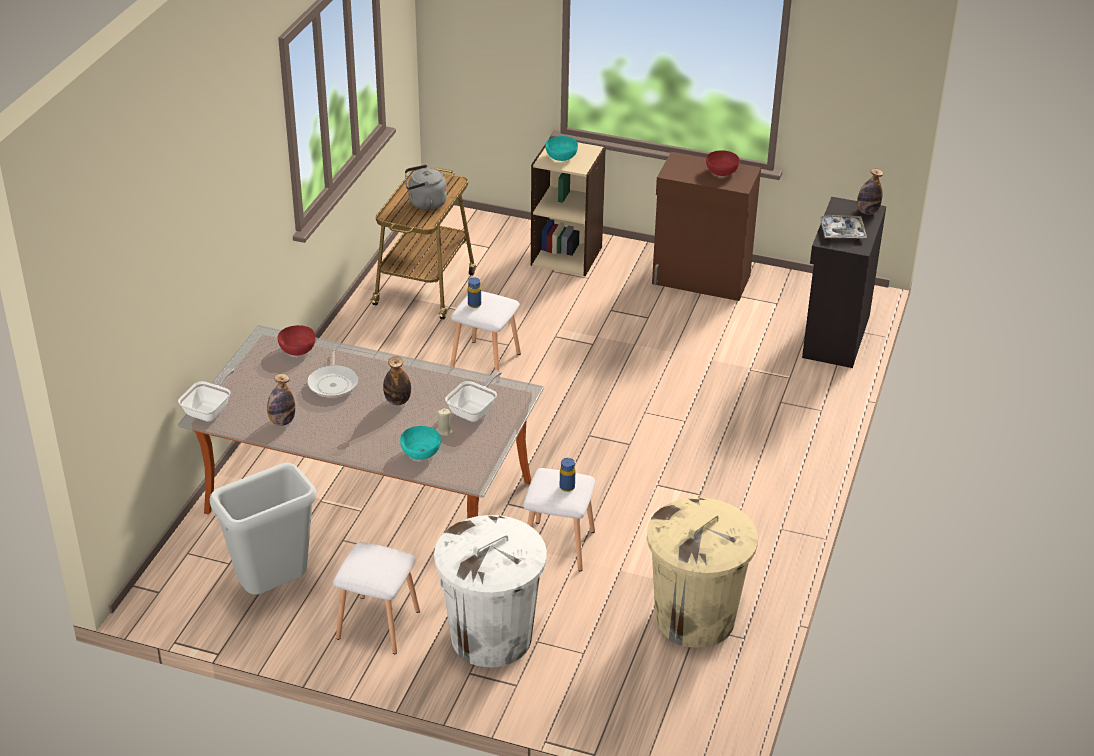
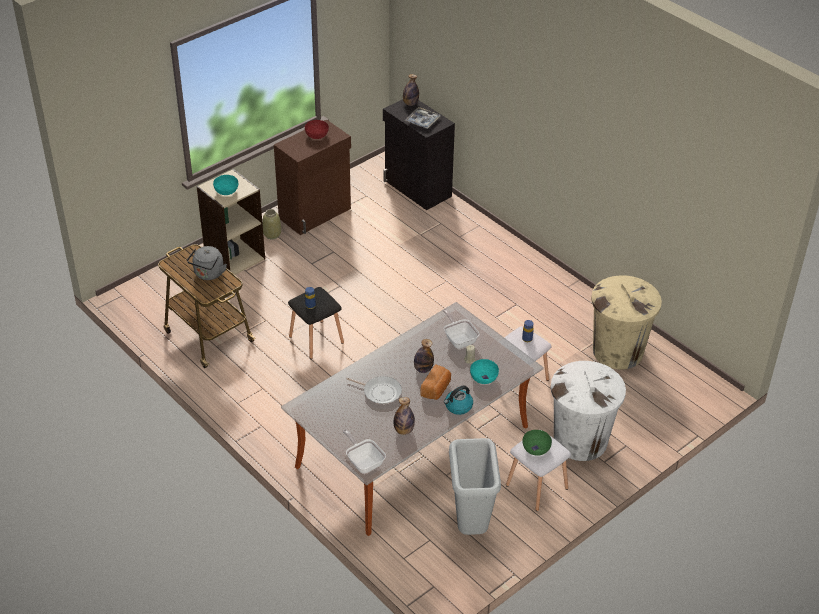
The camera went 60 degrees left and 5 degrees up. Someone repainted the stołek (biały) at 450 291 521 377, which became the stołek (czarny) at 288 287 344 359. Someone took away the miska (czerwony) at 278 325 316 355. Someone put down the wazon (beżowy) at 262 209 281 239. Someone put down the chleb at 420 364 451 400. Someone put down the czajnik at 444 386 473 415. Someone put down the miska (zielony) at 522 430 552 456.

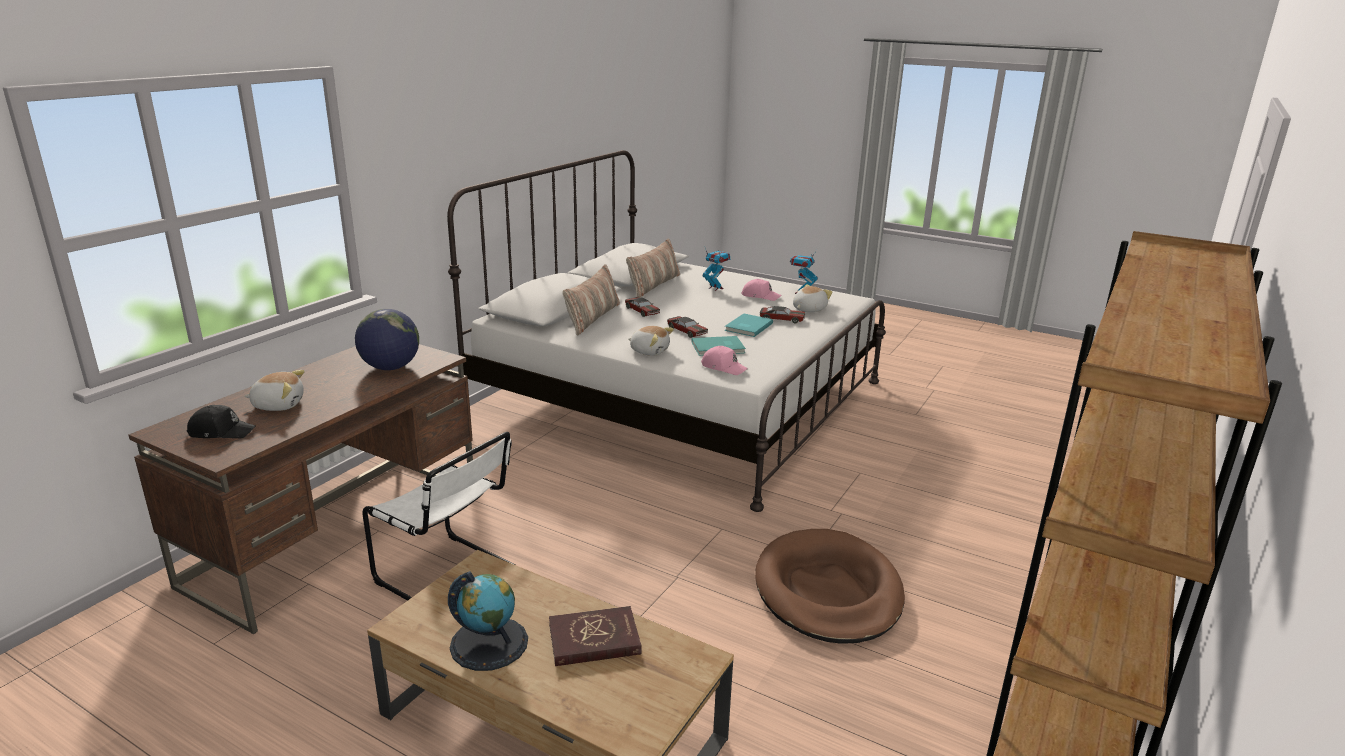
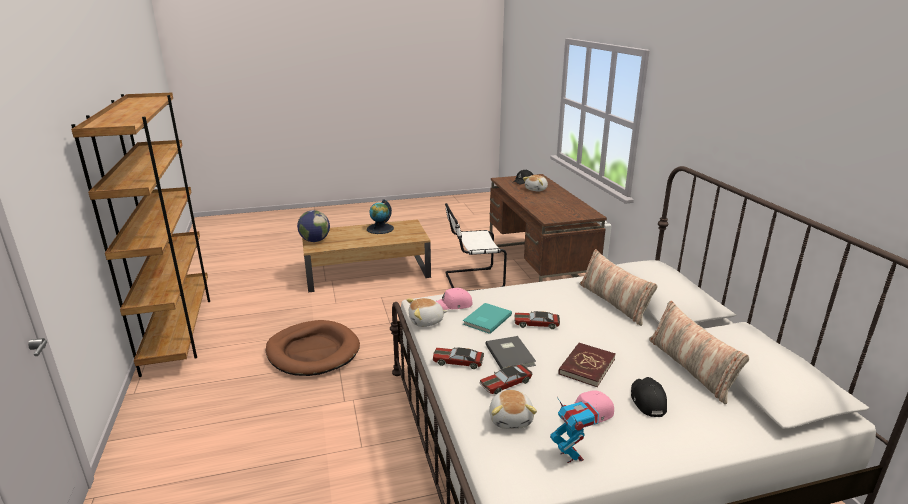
The camera went 135 degrees right and 0 degrees up. Someone swapped the robot zabawkowy at 703 248 730 291 for the czapka z daszkiem (czarny) at 631 377 667 417. Someone carried the samochodzik from 625 297 660 317 to 433 347 484 369. Someone carried the globus from 355 309 419 370 to 297 210 330 242. Someone repainted the książka (turkusowy) at 725 313 773 337, which became the książka (szary) at 485 336 536 369. Someone carried the pluszak from 629 326 674 356 to 406 298 447 327. Someone carried the książka (czerwony) from 549 606 642 666 to 558 343 616 387.

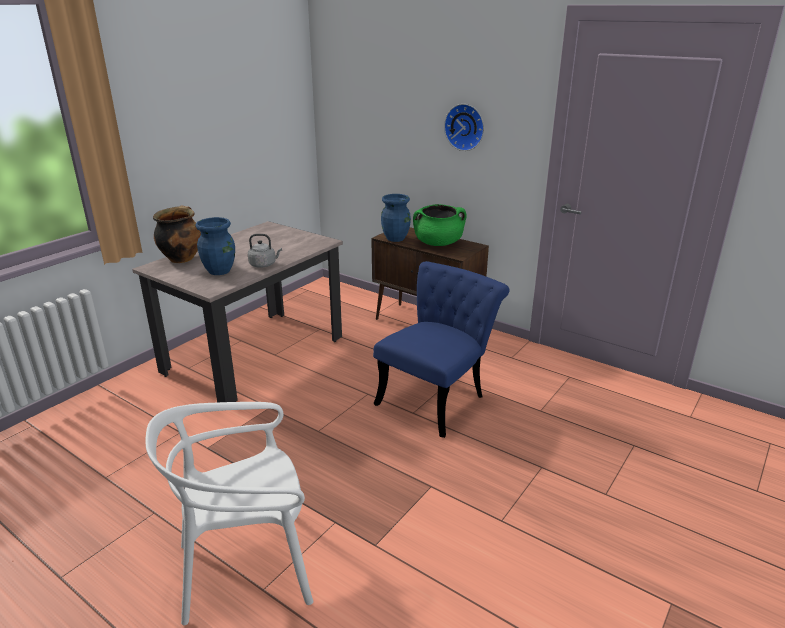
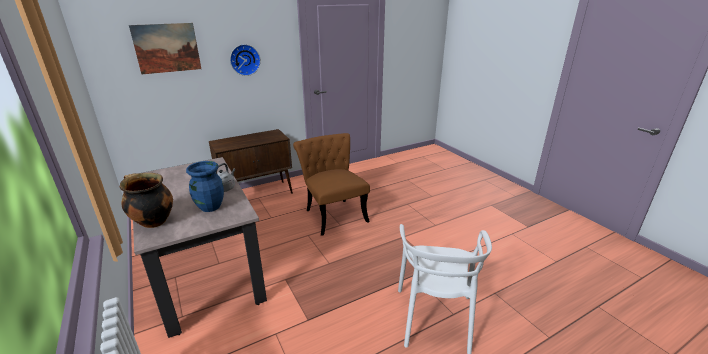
The camera went 65 degrees left and 0 degrees up. Someone took away the wazon (niebieski) at 381 194 411 242. Someone took away the garnek (zielony) at 413 204 466 246. Someone repainted the krzesło (niebieski) at 373 261 510 438, which became the krzesło (brązowy) at 293 133 370 236. Someone put up the obraz at 129 23 201 74.

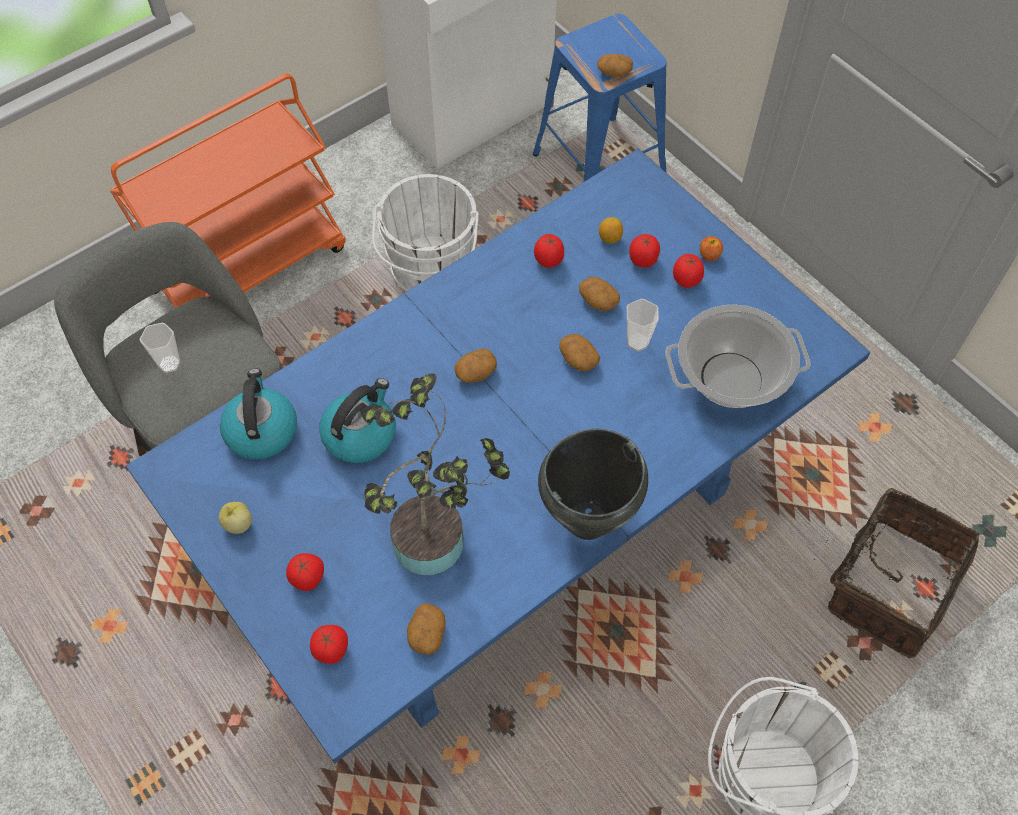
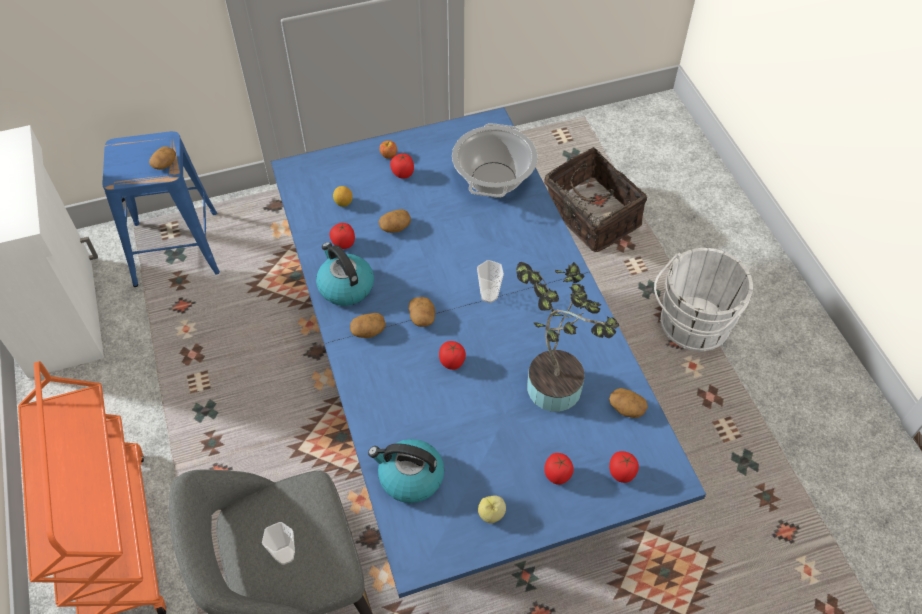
The camera went 70 degrees left and 5 degrees down. Someone took away the wiadro (biały) at 372 174 479 292. Someone carried the pomidor from 629 234 660 268 to 439 341 466 370. Someone carried the filiżanka from 627 299 659 351 to 477 260 504 303. Someone carried the ziemniak from 559 334 600 371 to 350 313 386 338. Someone carried the czajnik from 319 378 396 463 to 316 242 374 306. Someone took away the garnek (czarny) at 538 429 648 540.

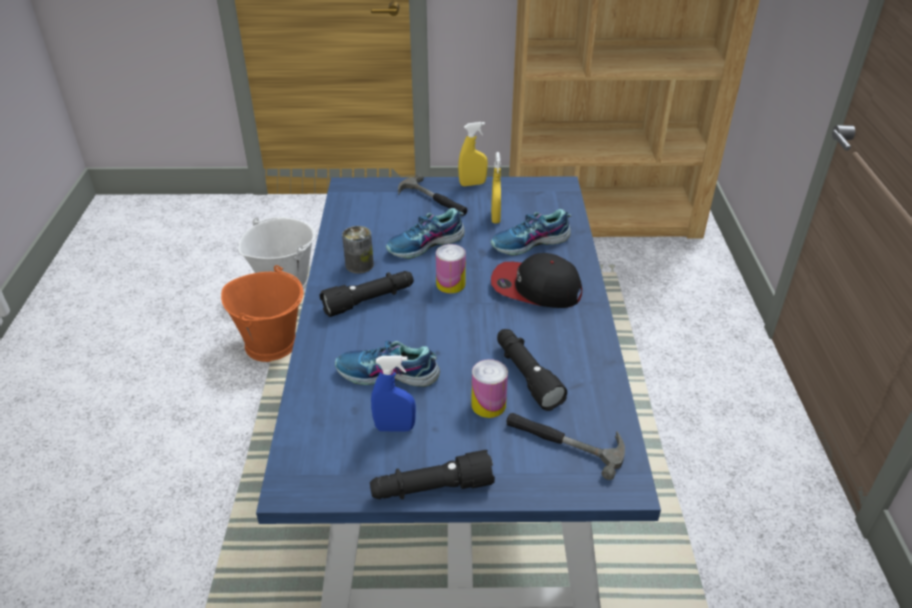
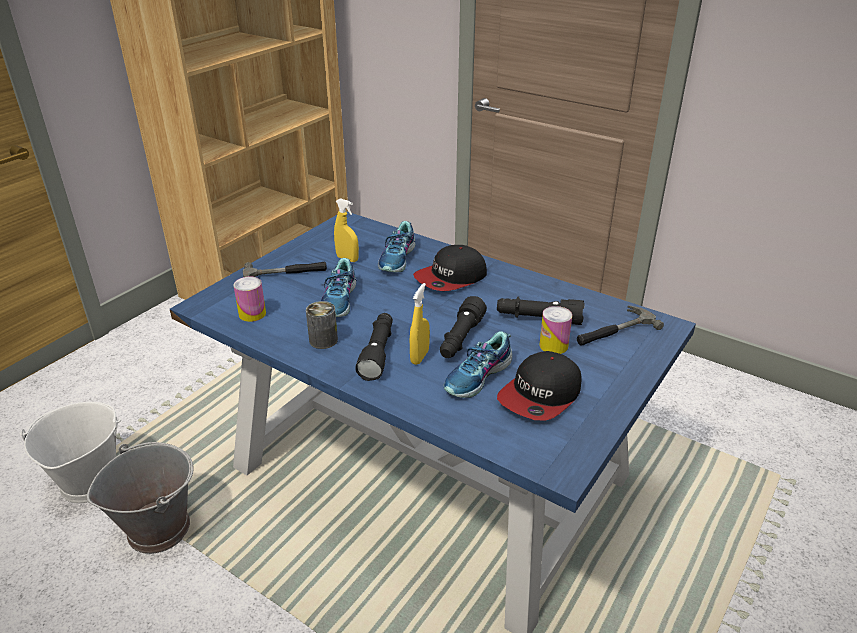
The camera went 55 degrees left and 5 degrees down. Someone carried the spryskiwacz (żółty) from 458 122 488 186 to 410 283 430 365. Someone carried the puszka from 436 244 466 293 to 233 277 266 322. Someone repainted the wiadro (pomarańczowy) at 221 265 303 362, which became the wiadro (szary) at 87 442 194 554. Someone swapped the spryskiwacz (niebieski) at 371 355 416 431 for the czapka z daszkiem at 497 351 581 421. Someone carried the latarka (czarny) from 370 450 495 500 to 440 296 487 358.

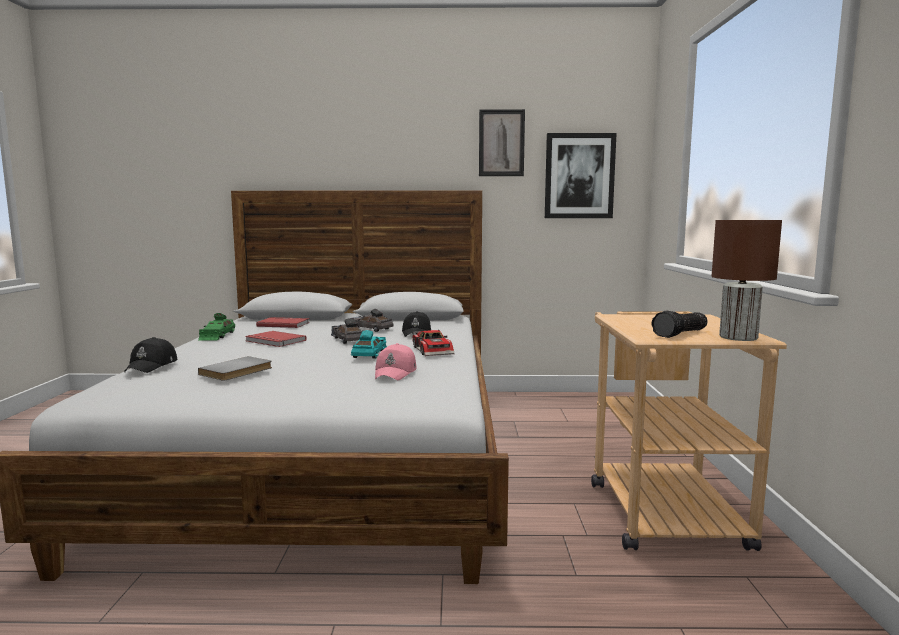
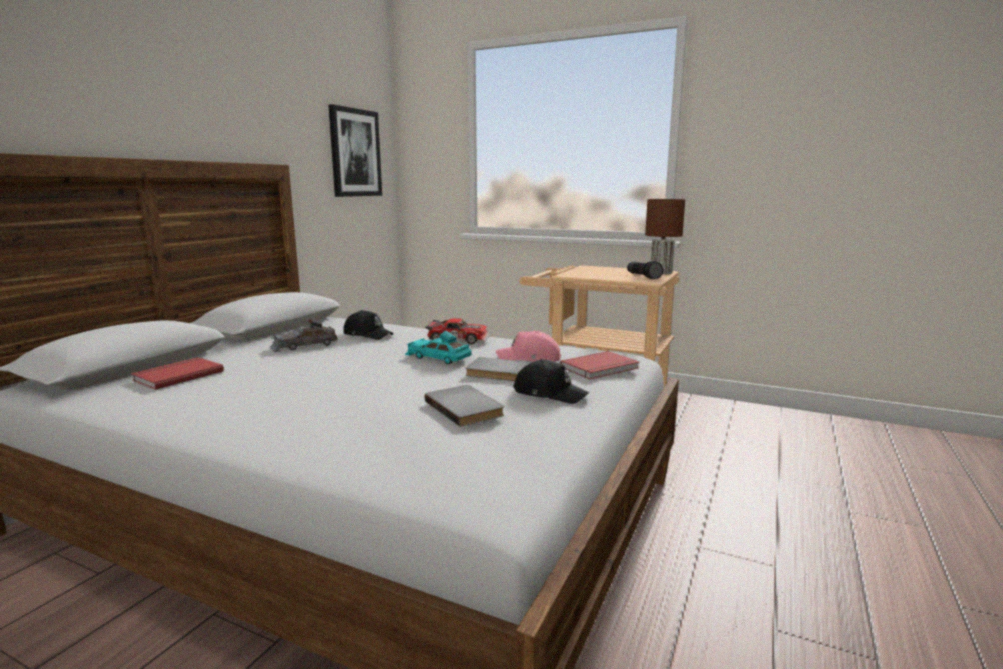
The camera went 65 degrees left and 5 degrees up. Someone took away the obraz at 479 109 525 176. Someone took away the samochodzik (zielony) at 198 313 235 340. Someone took away the samochodzik (szary) at 331 318 363 344. Someone carried the książka (czerwony) from 245 331 306 347 to 560 351 639 379. Someone carried the czapka z daszkiem (czarny) from 124 337 178 373 to 513 359 590 404. Someone rotated the czapka z daszkiem (różowy) at 375 343 417 380 by 150 degrees clockwise. Someone put down the książka (szary) at 466 357 532 381.

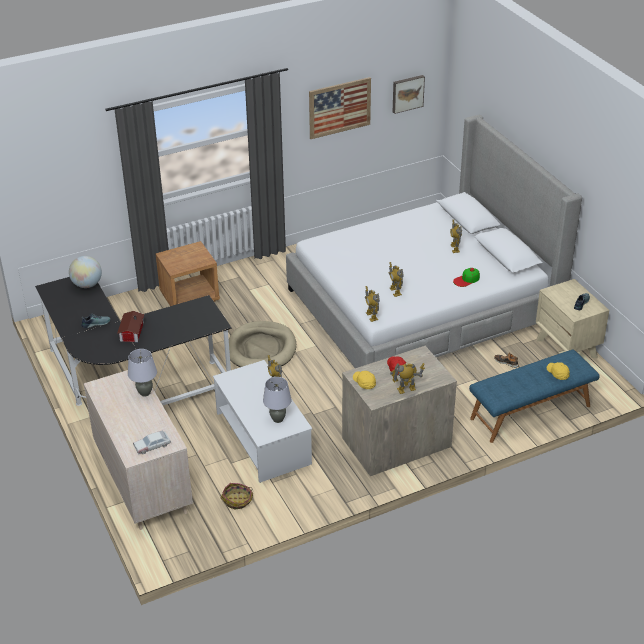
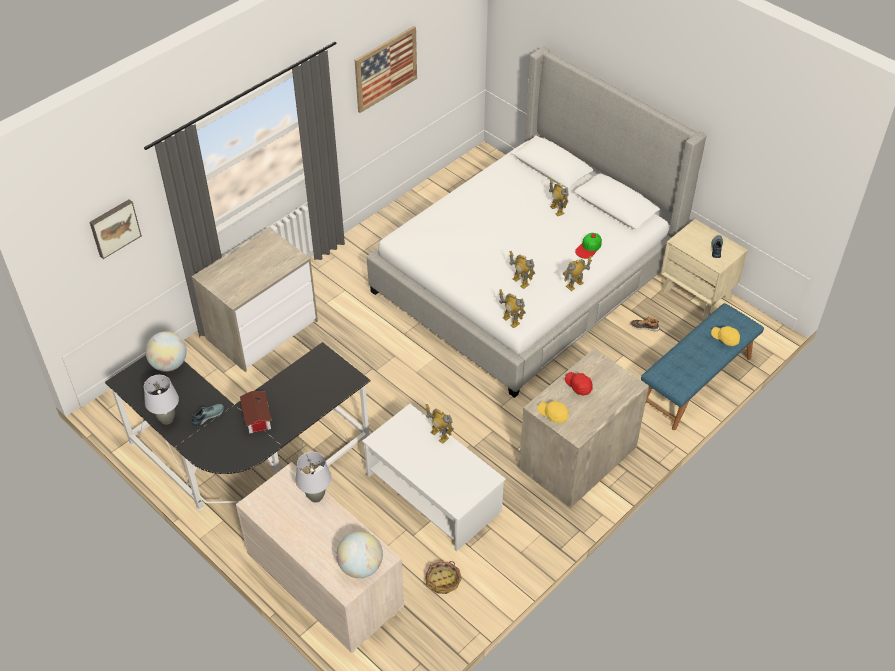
The camera went 20 degrees left and 10 degrees up. Someone carried the obraz from 393 75 425 114 to 89 199 142 259. Someone swapped the szafka nocna (brązowy) at 156 241 220 306 for the komoda at 192 228 318 372. Someone took away the legowisko (beżowy) at 229 321 296 367. Someone carried the robot zabawkowy from 390 363 425 394 to 563 256 592 291. Someone carried the lampa stołowa (szary) from 263 377 292 423 to 144 375 179 425. Someone swapped the samochodzik at 133 430 171 454 for the globus at 336 531 383 578.

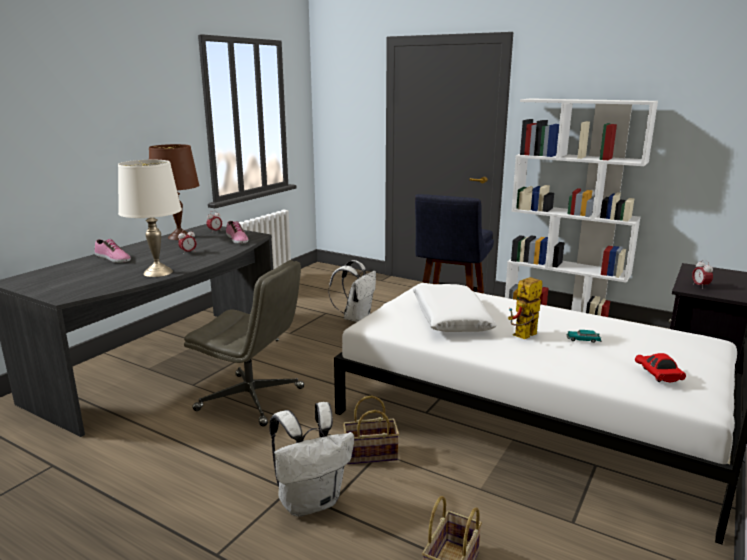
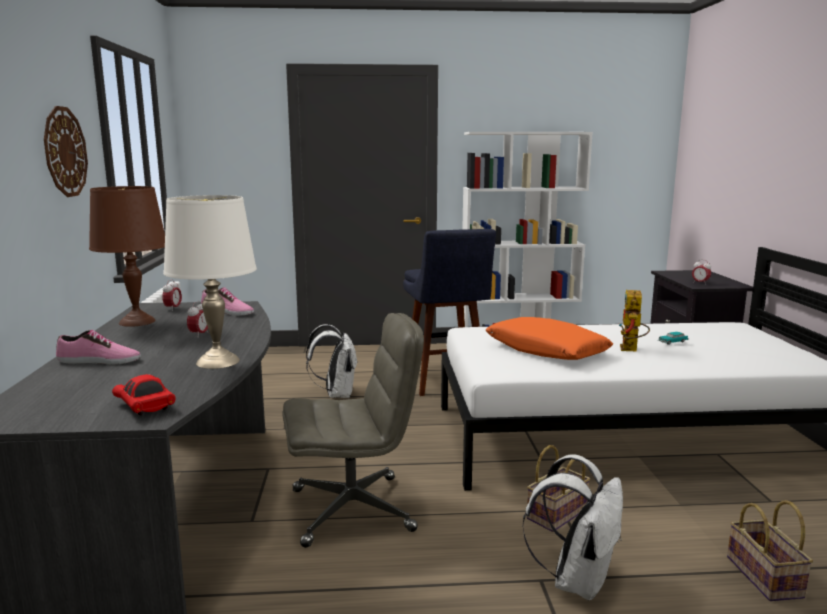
The camera went 35 degrees left and 5 degrees down. Someone repainted the poduszka (biały) at 413 284 497 332, which became the poduszka (pomarańczowy) at 486 317 613 360. Someone carried the samochodzik (czerwony) from 635 353 686 382 to 112 374 175 415. Someone put up the zegar ścienny at 44 106 88 197.

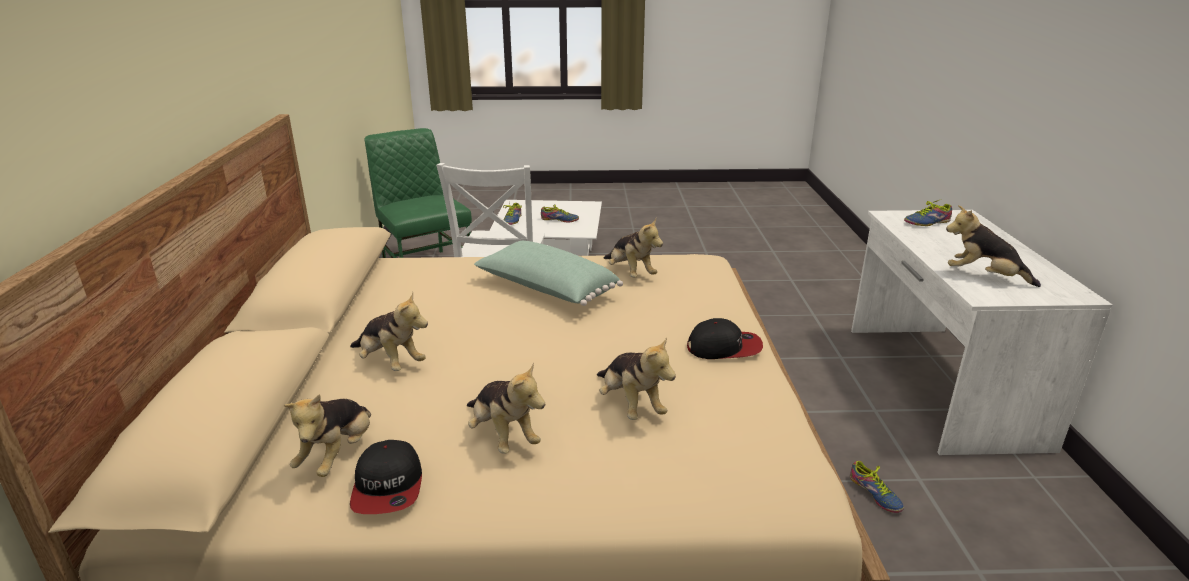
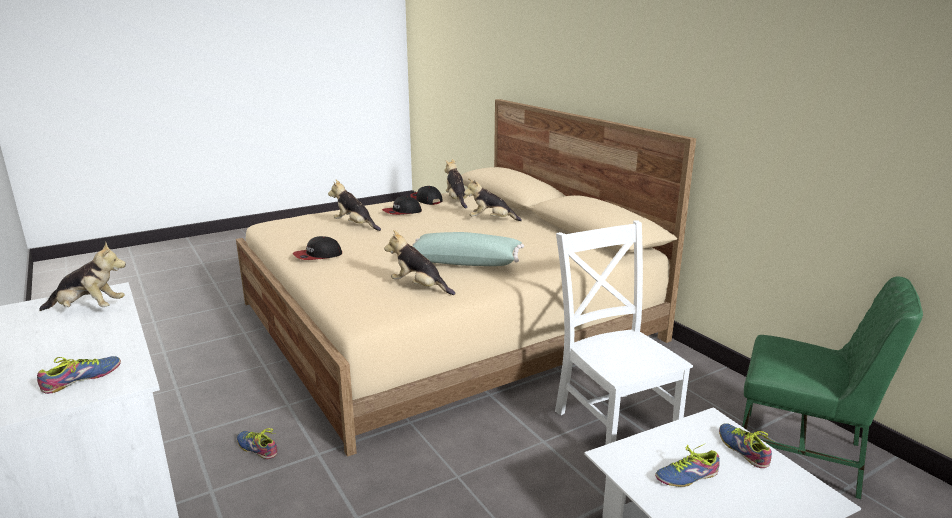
The camera went 150 degrees right and 5 degrees down. Someone swapped the pluszak at 467 362 545 454 for the czapka z daszkiem at 382 196 422 215. Someone carried the but from 850 461 904 513 to 237 428 277 459.

